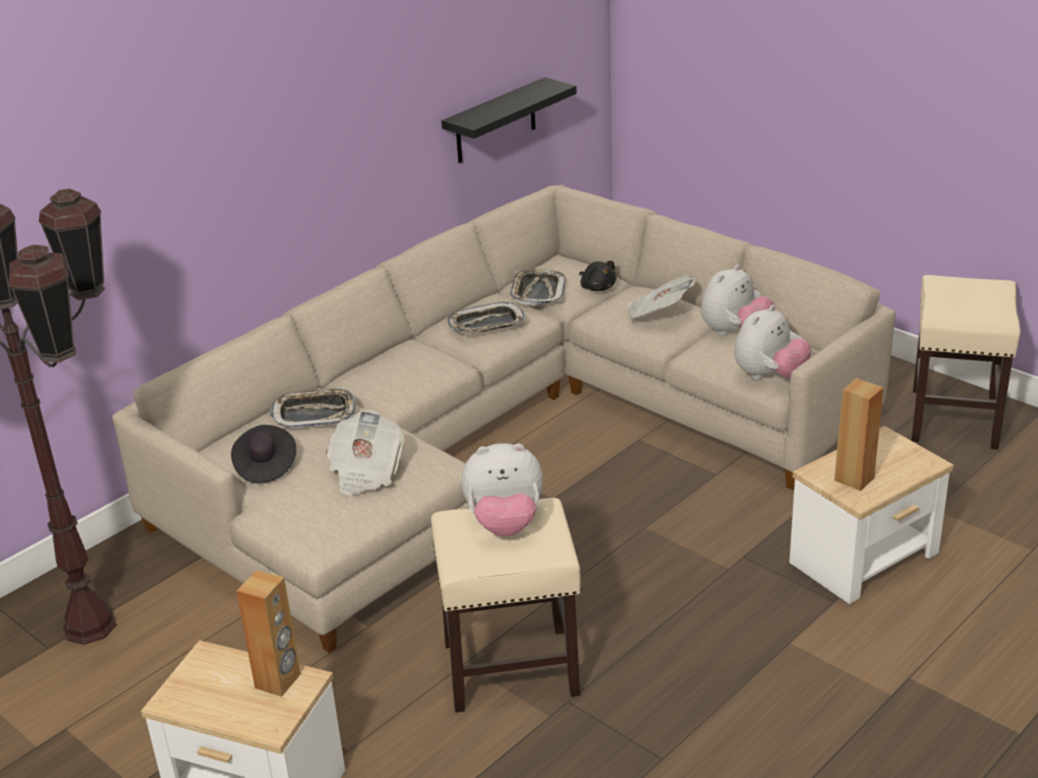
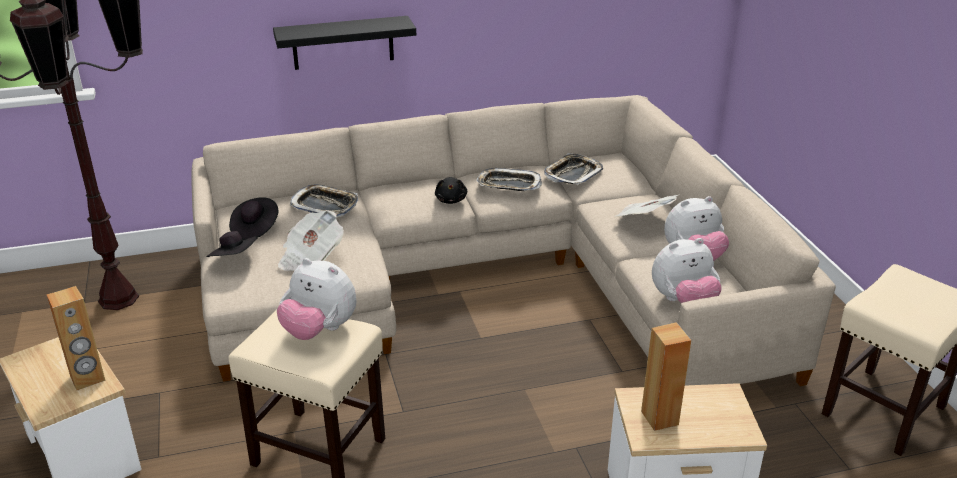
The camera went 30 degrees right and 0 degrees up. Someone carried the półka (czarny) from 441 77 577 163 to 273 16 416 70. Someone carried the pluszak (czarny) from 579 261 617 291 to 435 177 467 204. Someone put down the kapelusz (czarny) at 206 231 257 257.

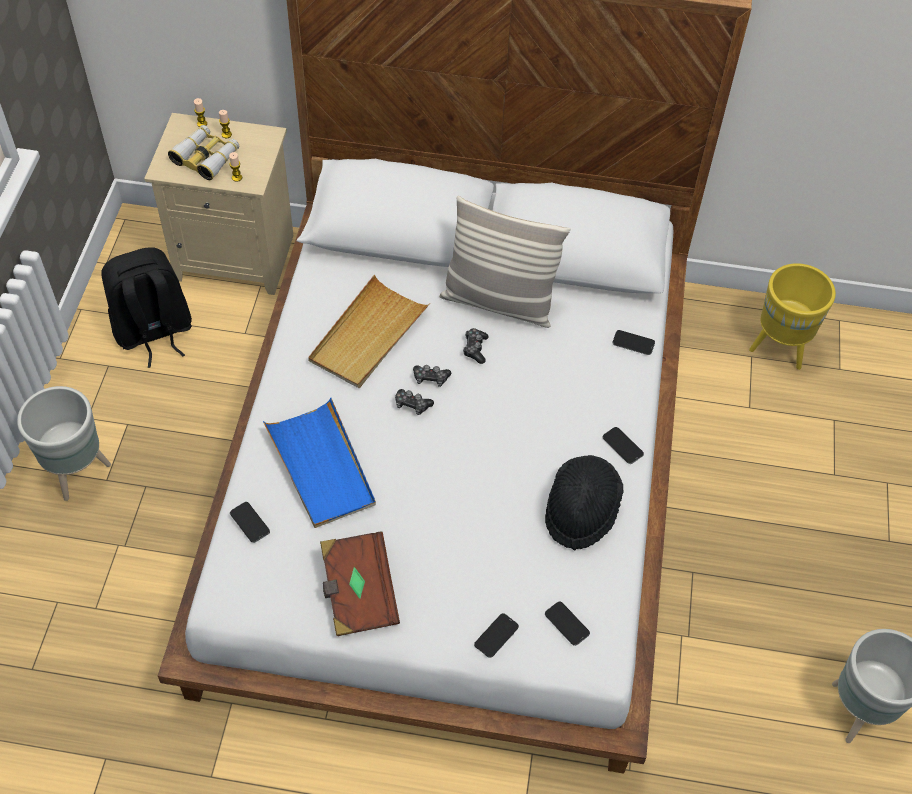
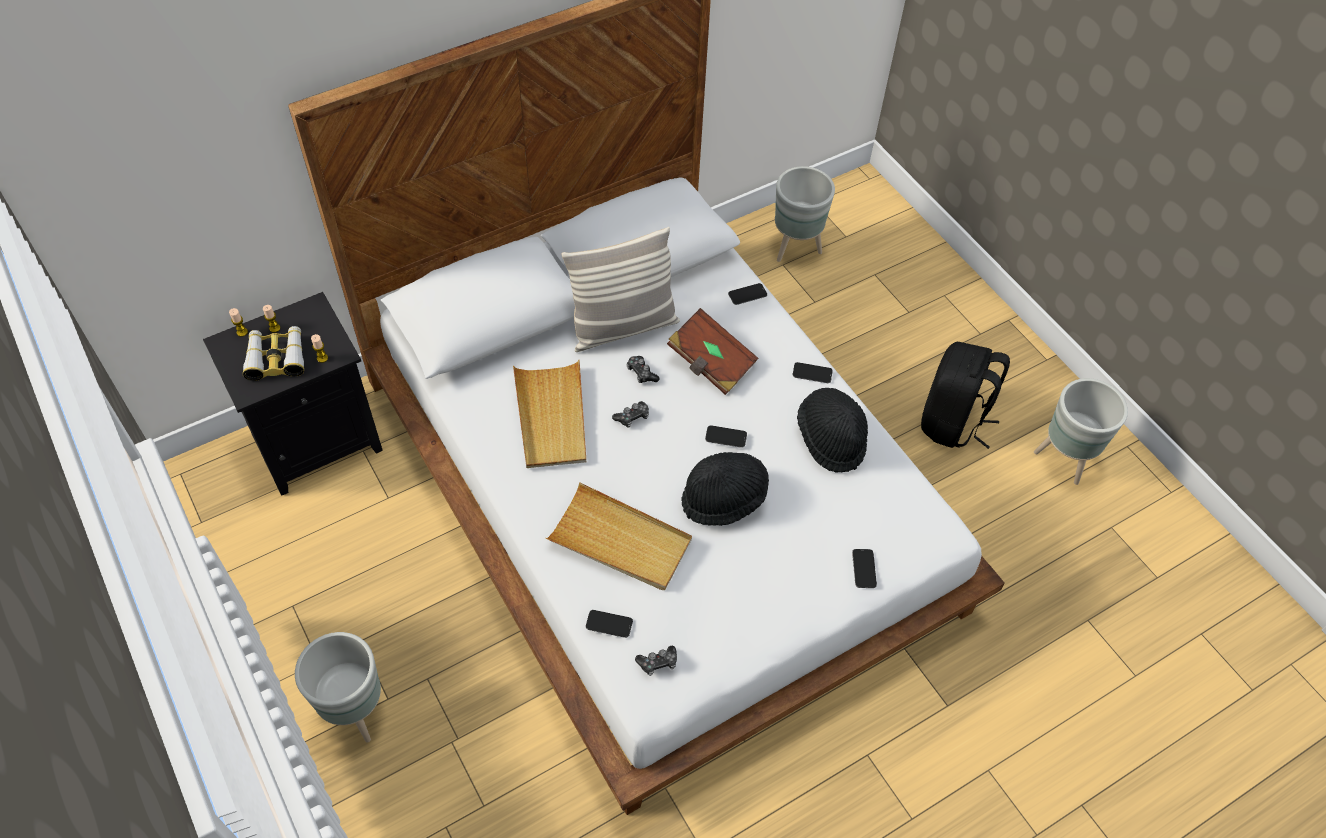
The camera went 40 degrees left and 0 degrees up. Someone repainted the szafka nocna (beżowy) at 144 113 294 295, which became the szafka nocna (czarny) at 203 292 383 496. Someone carried the plecak (czarny) from 101 248 192 368 to 921 342 1010 449. Someone repainted the donica (żółty) at 749 263 836 370, which became the donica (szary) at 775 166 835 262. Someone carried the pad do gier from 395 389 434 415 to 635 646 677 676. Someone repainted the taca (niebieski) at 263 398 376 528, which became the taca (beżowy) at 545 482 692 590. Someone carried the książka (brązowy) from 320 531 400 636 to 667 308 758 395. Someone carried the telefon from 545 601 590 646 to 705 425 747 448. Someone put down the kapelusz (czarny) at 682 452 769 526.

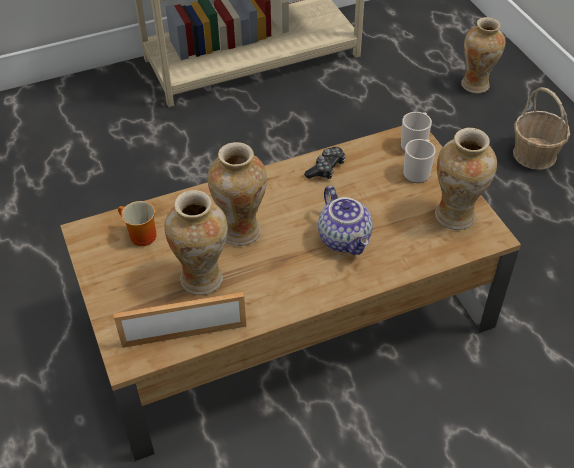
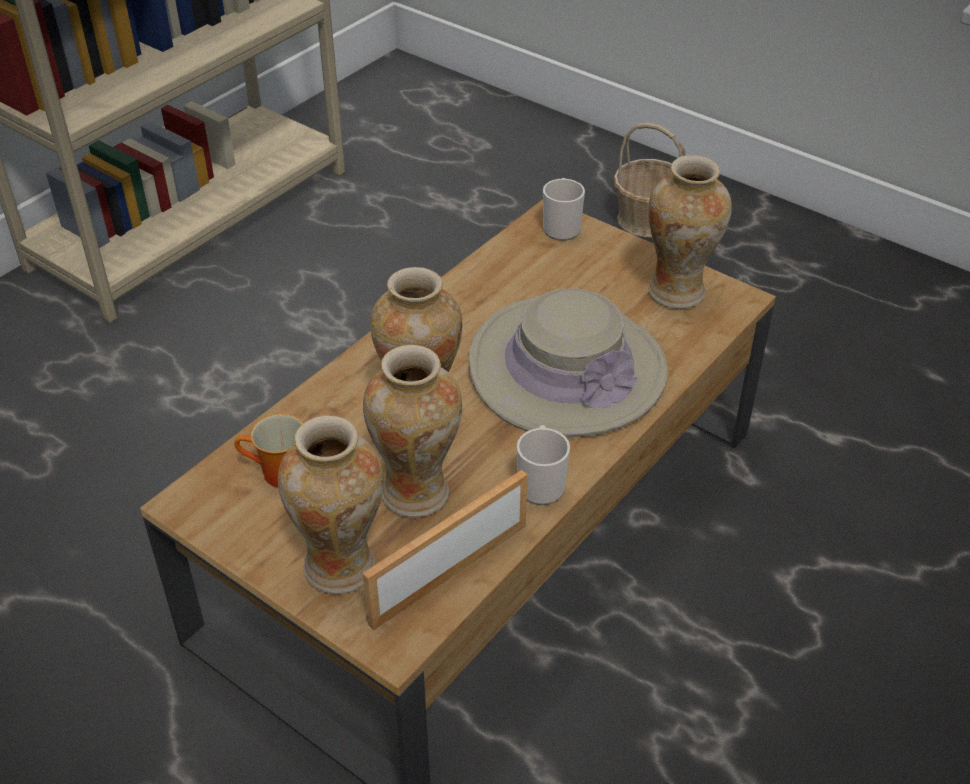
The camera went 30 degrees left and 5 degrees down. Someone carried the wazon from 461 17 506 93 to 278 415 384 594. Someone carried the kubek from 403 139 436 183 to 517 425 570 505. Someone took away the pad do gier at 304 147 346 179. Someone swapped the imbryk at 318 186 373 255 for the kapelusz (beżowy) at 469 288 668 438.

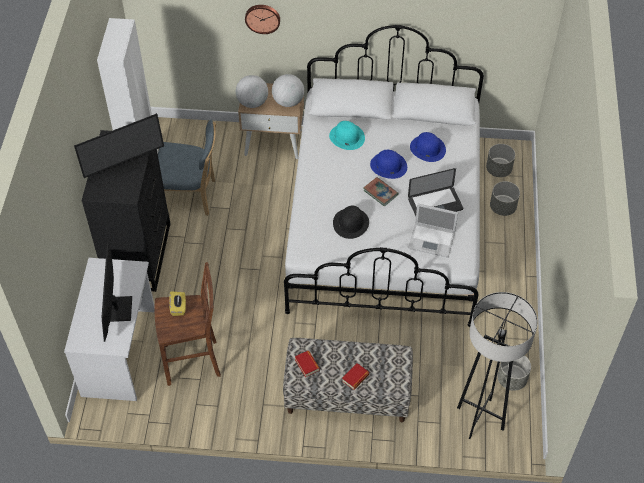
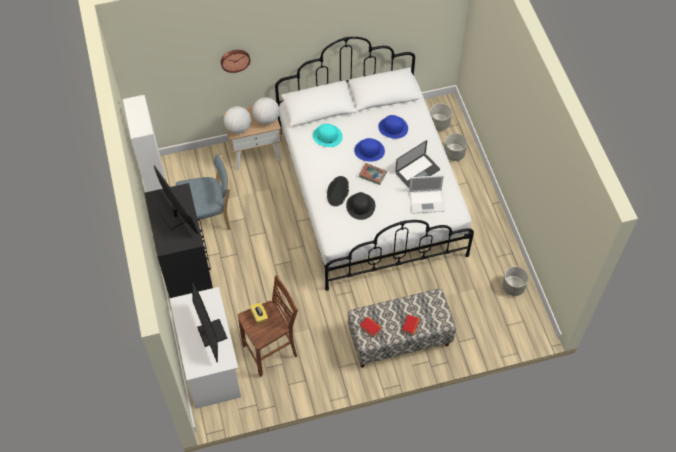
The camera went 20 degrees left and 5 degrees up. Someone rotated the monitor at 74 113 164 178 by 75 degrees counterclockwise. Someone took away the lampa stojąca (szary) at 457 292 538 439. Someone put down the kapelusz (czarny) at 327 176 349 206.

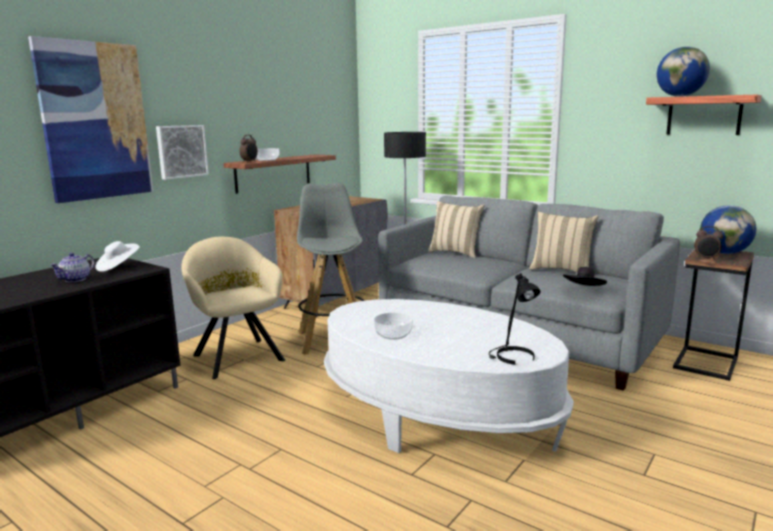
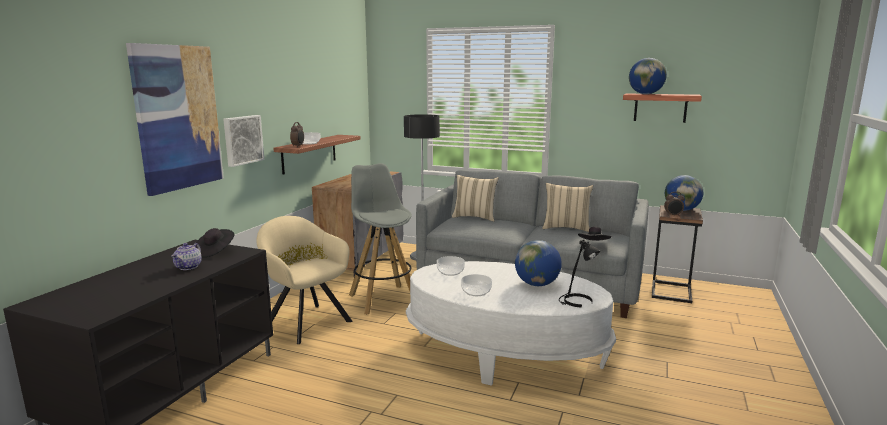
The camera went 15 degrees left and 0 degrees up. Someone repainted the kapelusz (biały) at 95 241 140 272, which became the kapelusz (czarny) at 196 228 234 257. Someone put down the globus at 515 240 562 286. Someone put down the miska at 437 256 465 276.

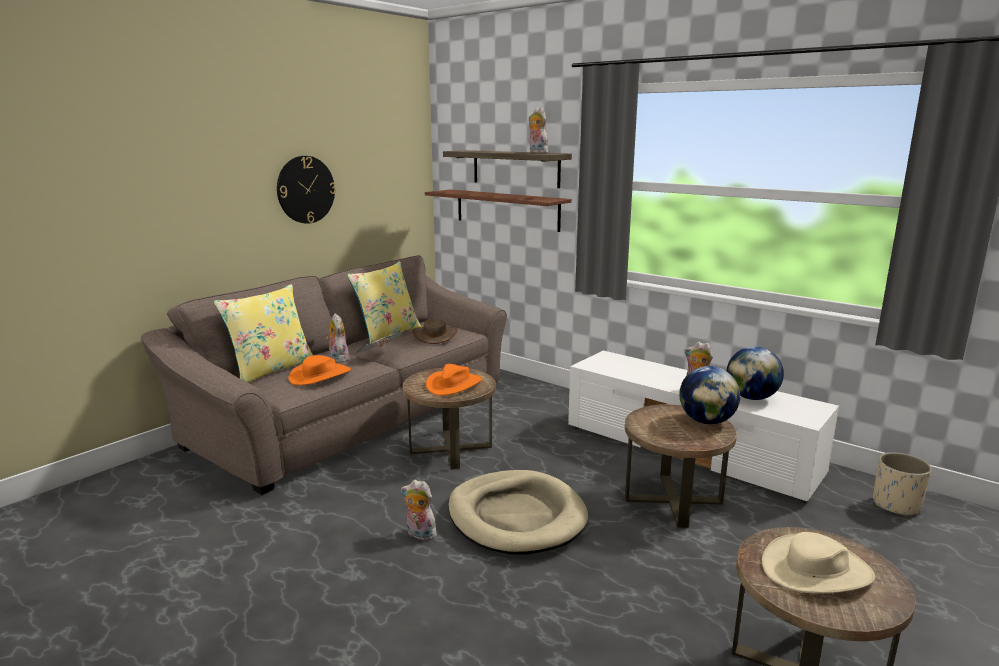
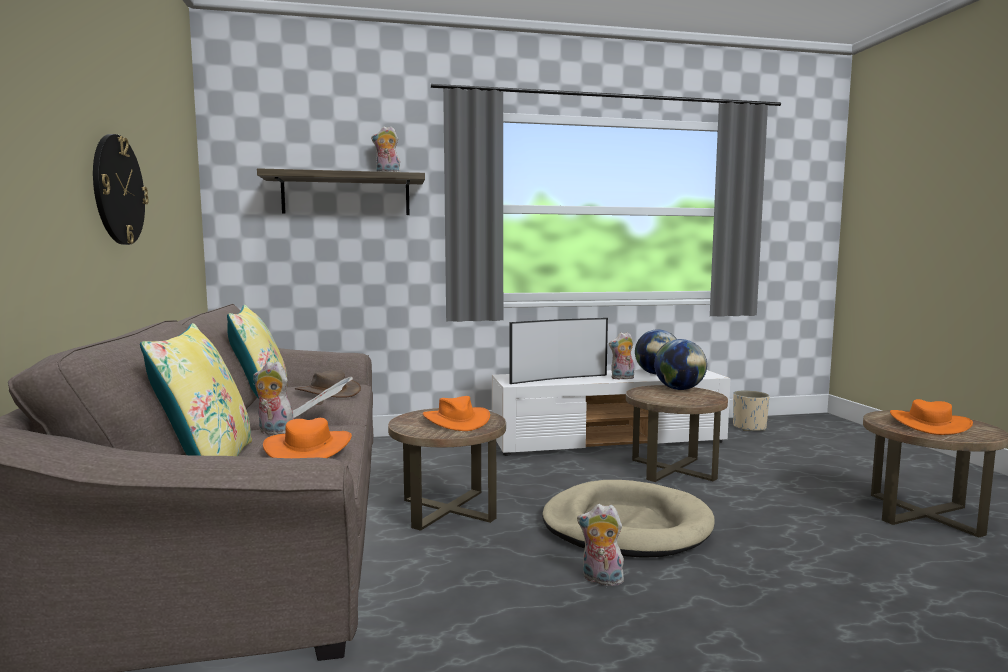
The camera went 50 degrees left and 10 degrees down. Someone took away the półka (brązowy) at 425 189 572 232. Someone rotated the pluszak at 401 480 437 540 by 45 degrees clockwise. Someone repainted the kapelusz (beżowy) at 762 532 875 594, which became the kapelusz (pomarańczowy) at 890 399 973 435. Someone put down the telewizor at 510 318 608 384.

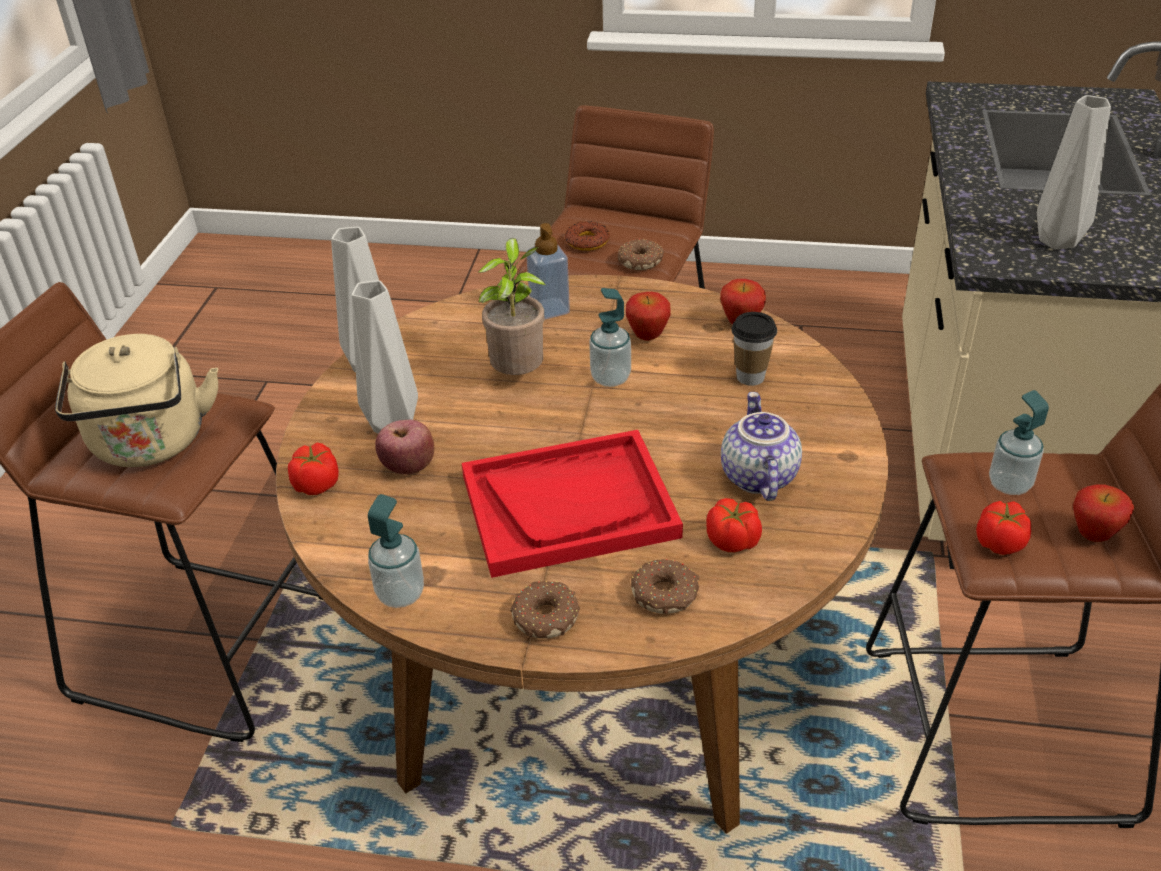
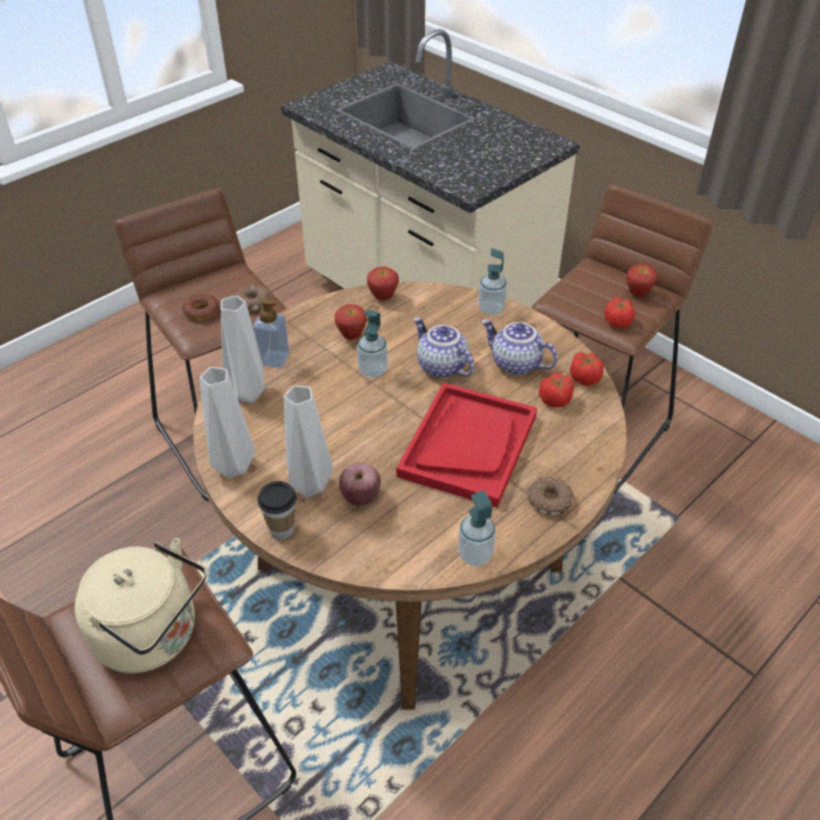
The camera went 55 degrees left and 5 degrees up. Someone carried the wazon (szary) from 1037 95 1111 250 to 221 295 265 403. Someone took away the roślina doniczkowa at 478 238 546 375. Someone carried the filiżanka from 731 312 777 386 to 257 481 297 540. Someone carried the dozownik mydła from 989 390 1049 495 to 478 249 507 315. Someone carried the pomidor from 288 443 339 495 to 570 352 604 386. Someone took away the donut at 631 559 700 614. Someone put down the imbryk at 414 317 475 378.

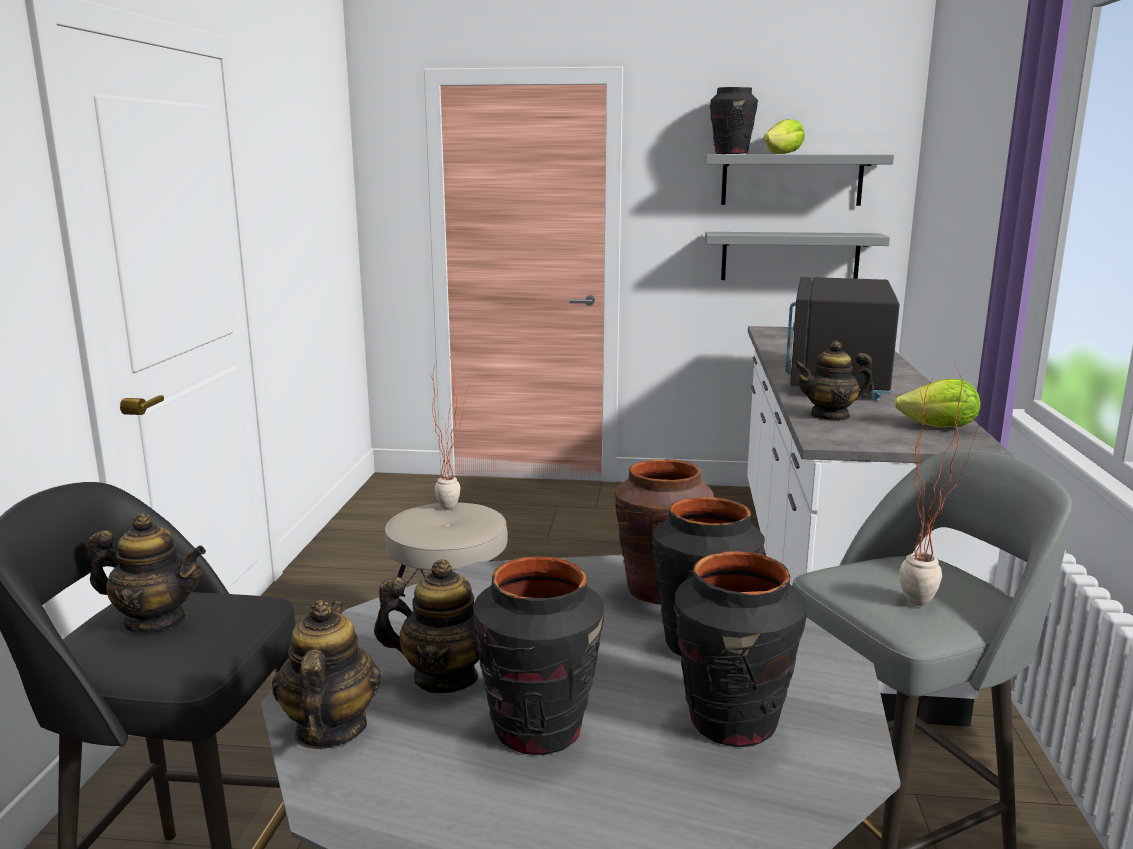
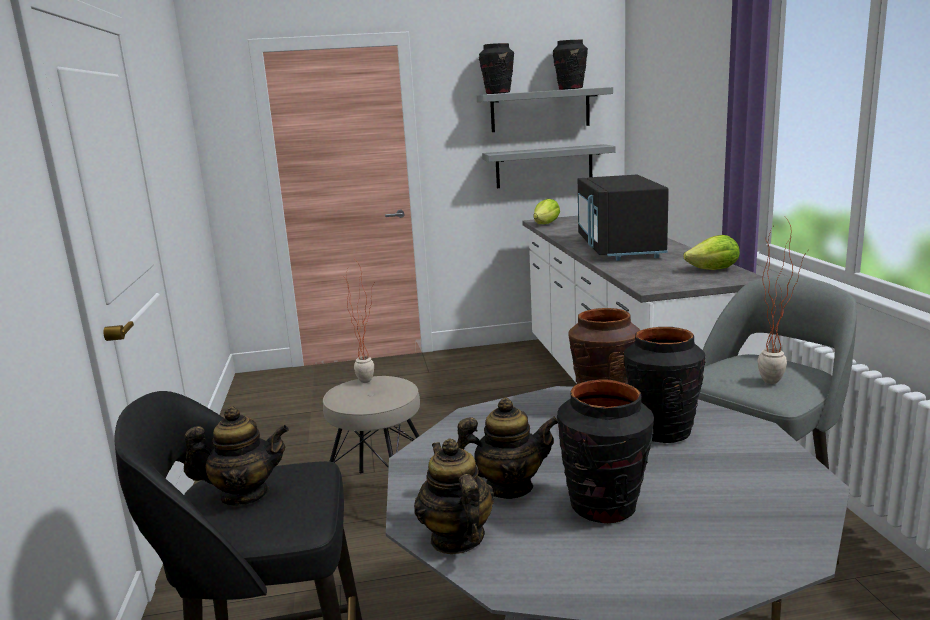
The camera went 15 degrees left and 0 degrees up. Someone carried the sałata from 764 119 805 154 to 533 199 560 224. Someone took away the imbryk at 793 341 874 421. Someone carried the wazon (czarny) from 674 551 807 747 to 553 39 588 90.

